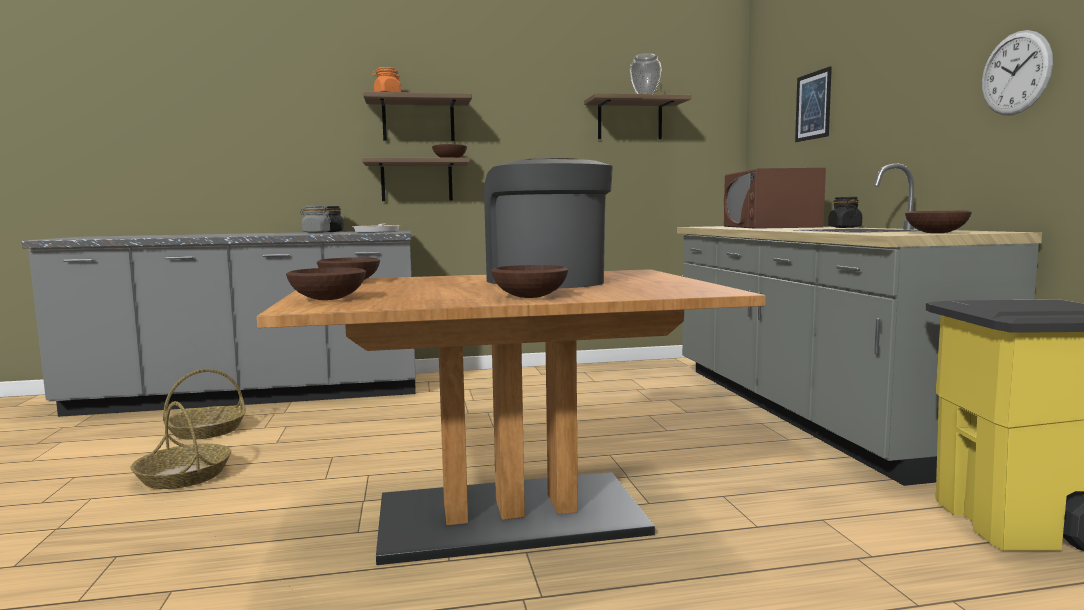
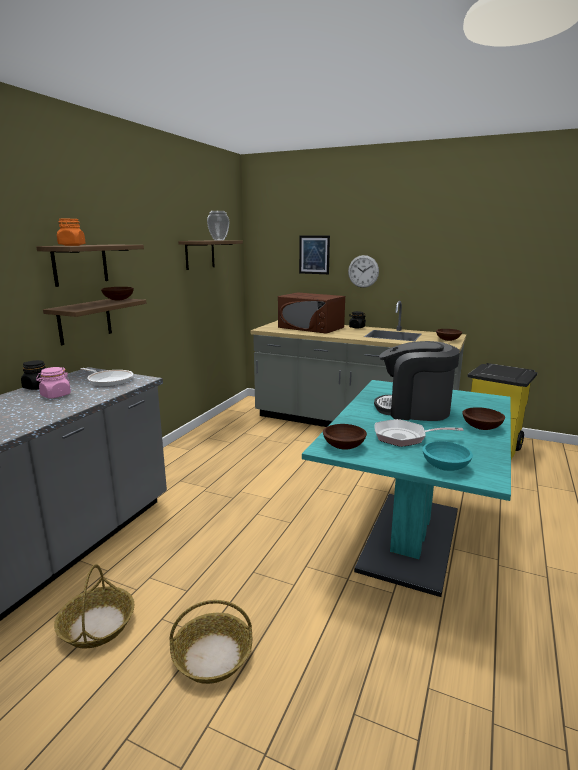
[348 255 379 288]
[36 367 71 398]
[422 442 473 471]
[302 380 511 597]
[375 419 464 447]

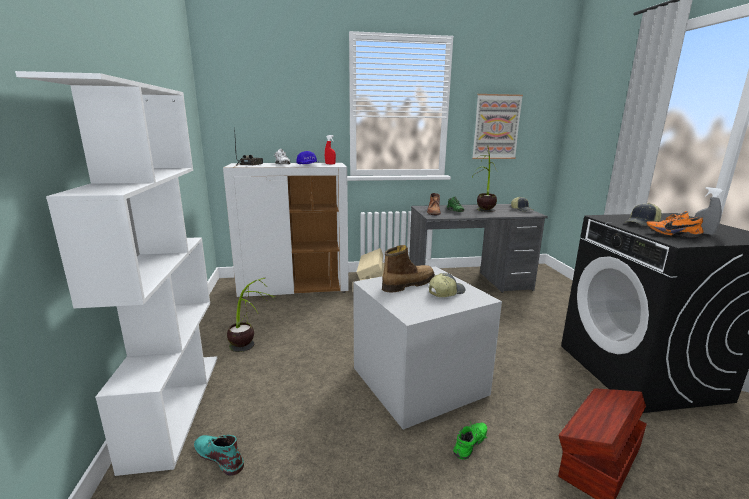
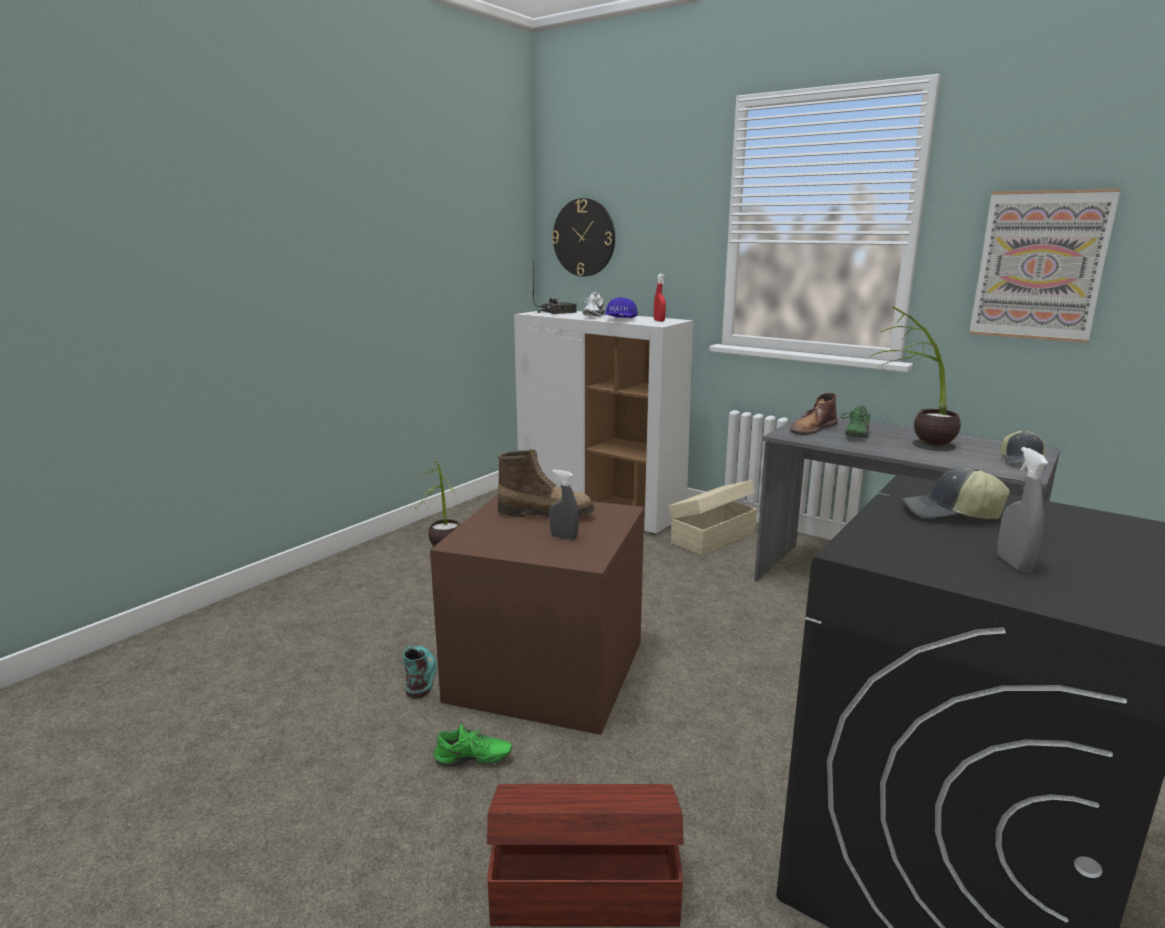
[15 71 217 476] (first image)
[646 211 704 238] (first image)
[430 494 644 735]
[549 470 579 540]
[403 646 437 698]
[552 198 615 277]

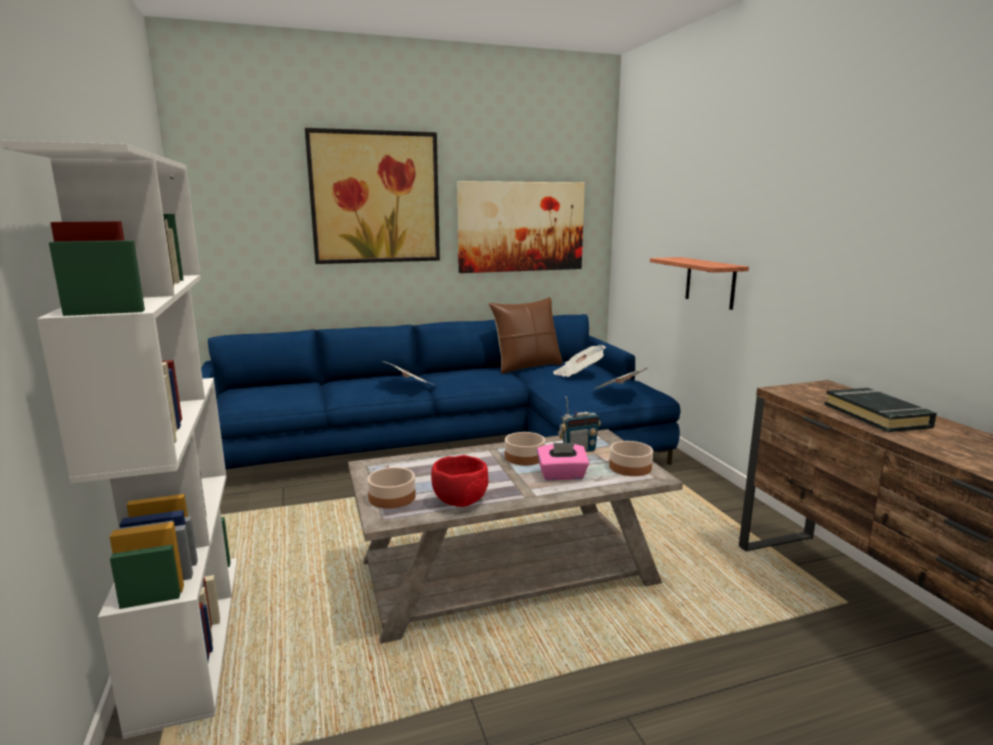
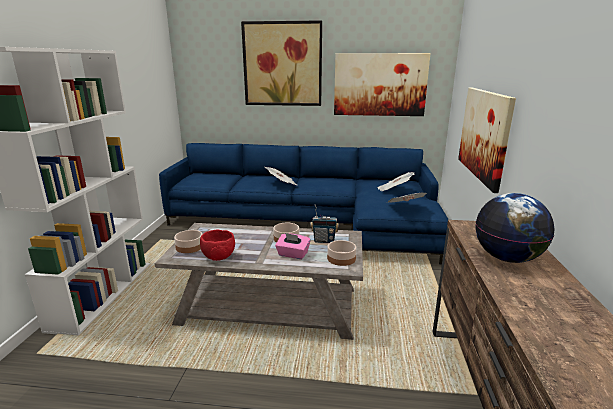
[458 88 516 193]
[489 297 563 374] (first image)
[476 193 554 263]

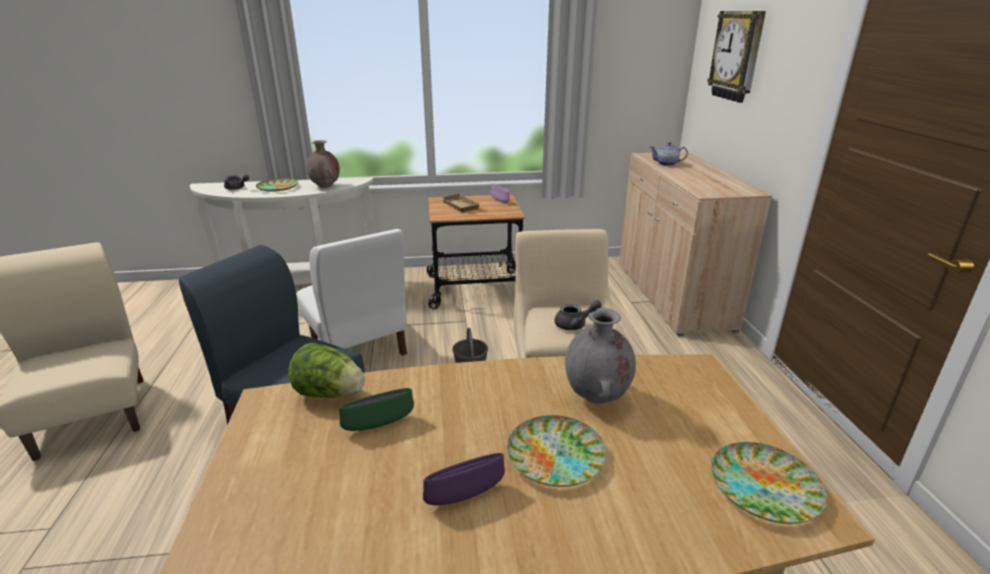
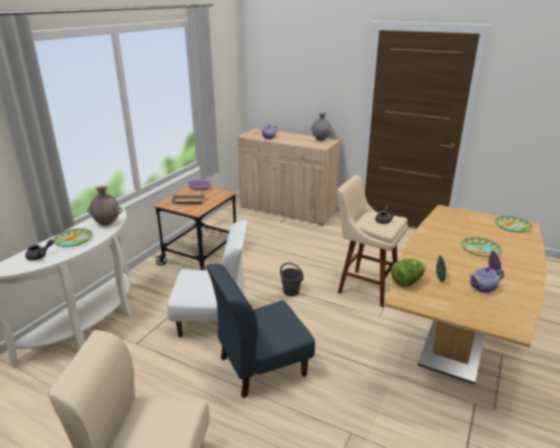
[707 11 766 103] (first image)
[312 113 332 141]
[469 267 504 293]

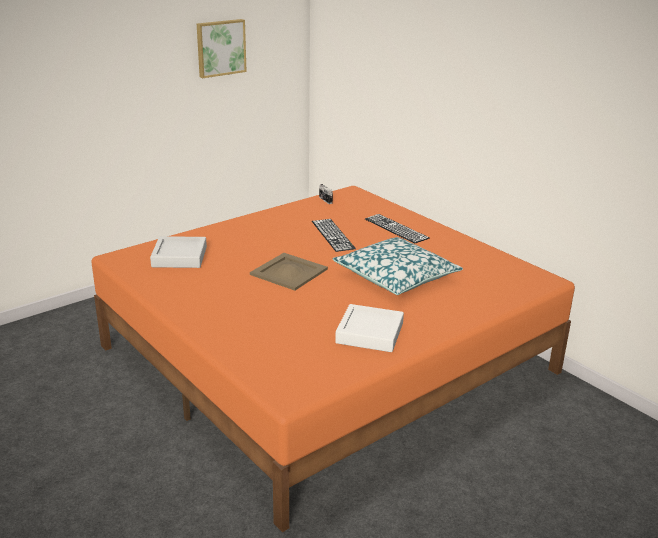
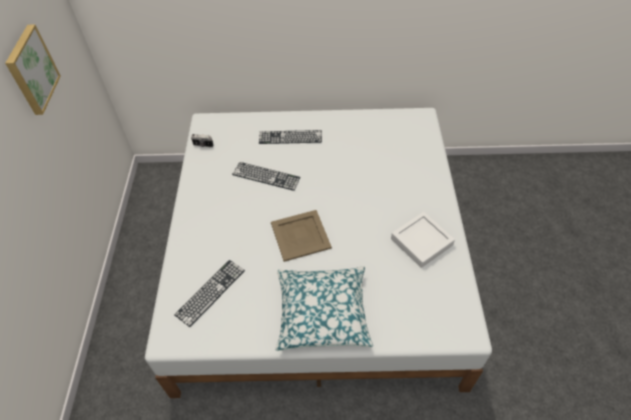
[145 108 492 398]
[174 260 245 327]
[275 266 373 351]

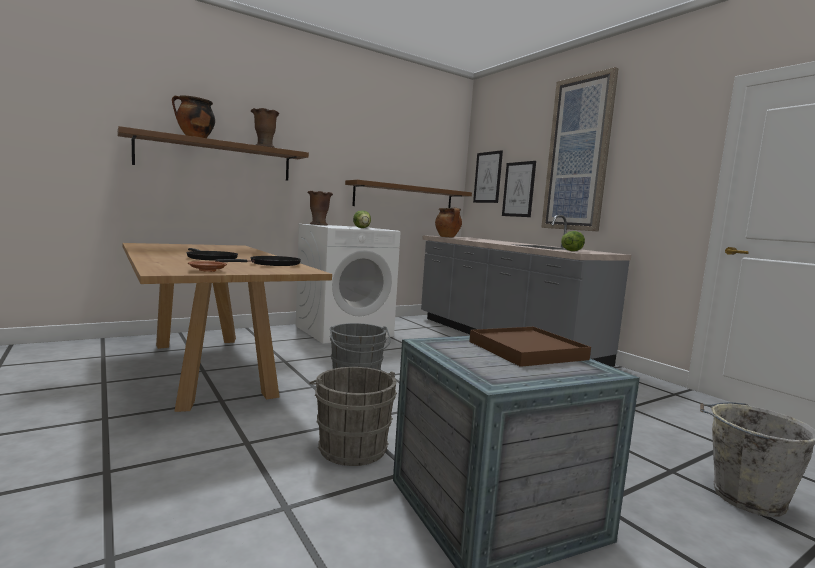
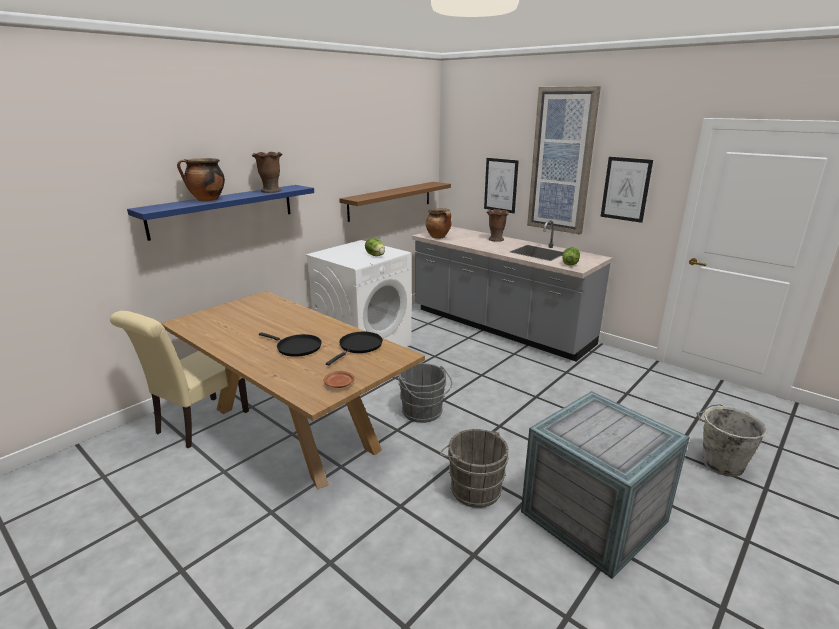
[127 185 314 241]
[601 157 653 223]
[486 209 509 242]
[469 327 591 367] (first image)
[110 311 249 449]

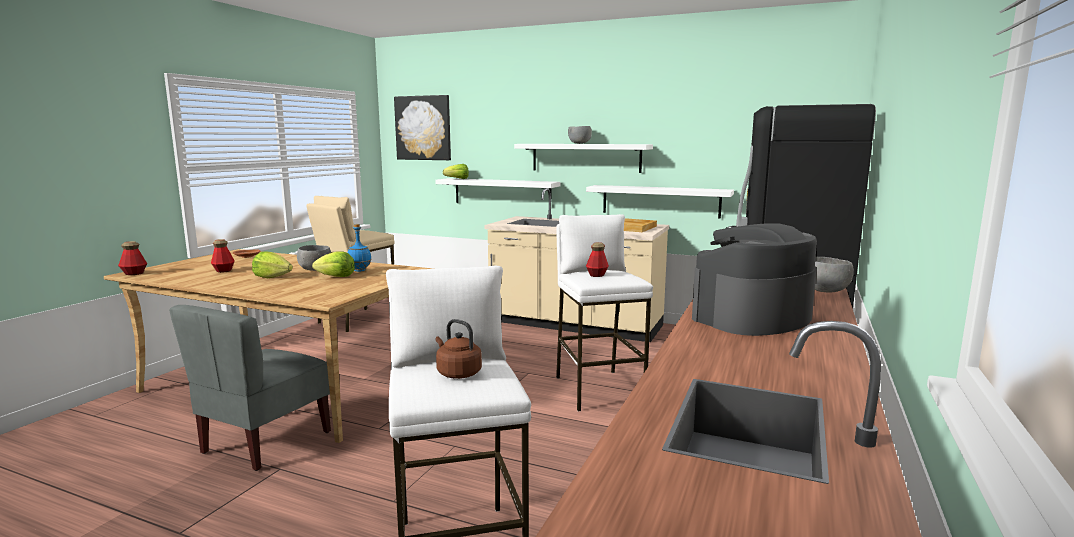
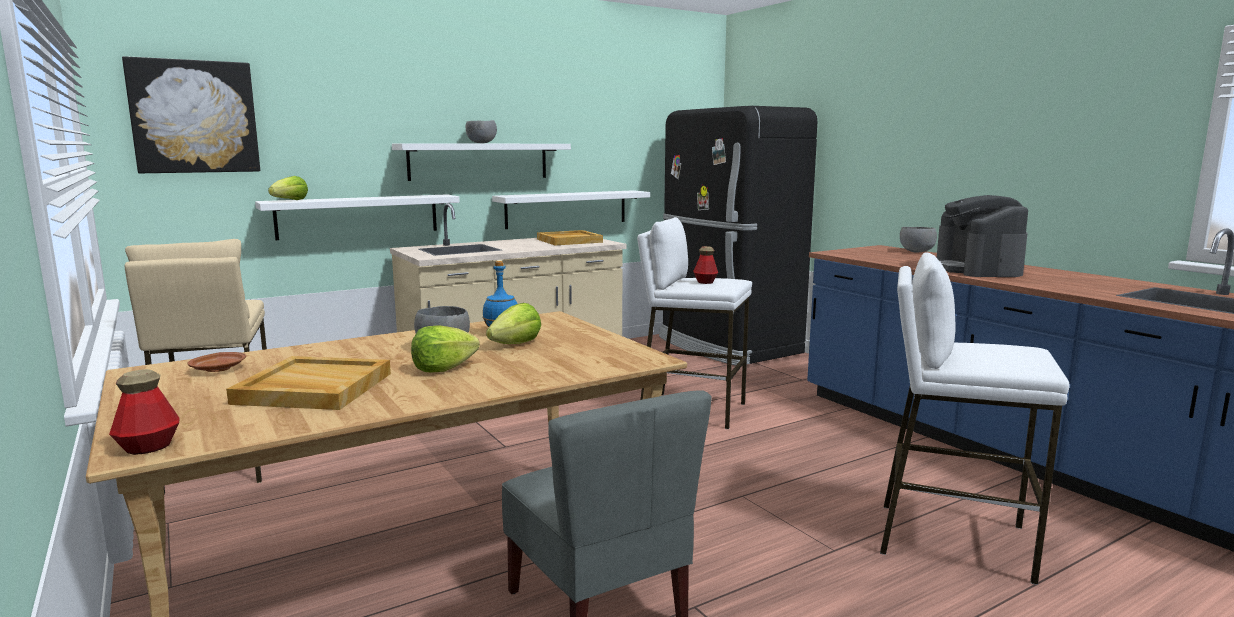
[226 356 391 410]
[436 319 482 379] (first image)

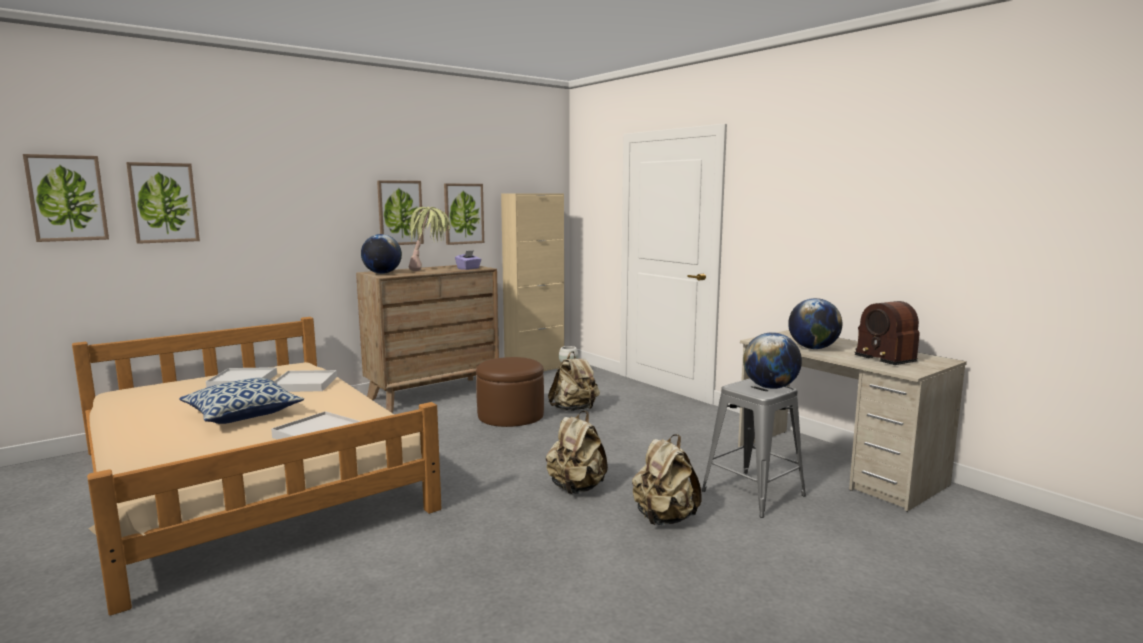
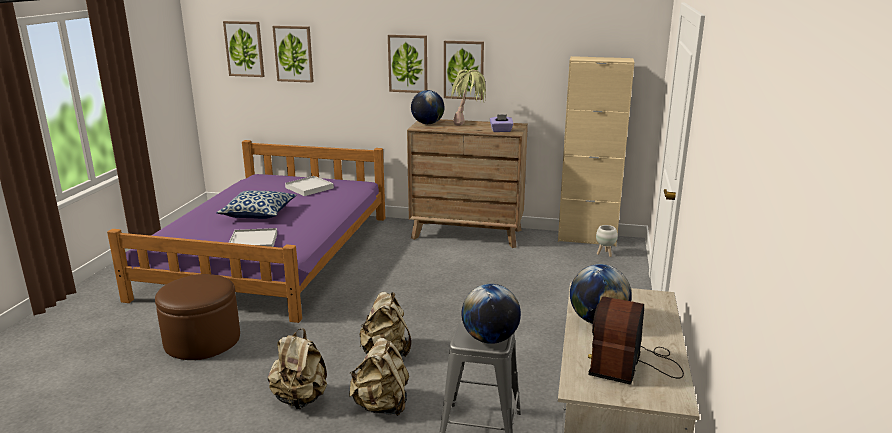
[388 35 427 93]
[107 140 385 323]
[268 328 327 409]
[155 274 240 360]
[274 370 337 392] (first image)

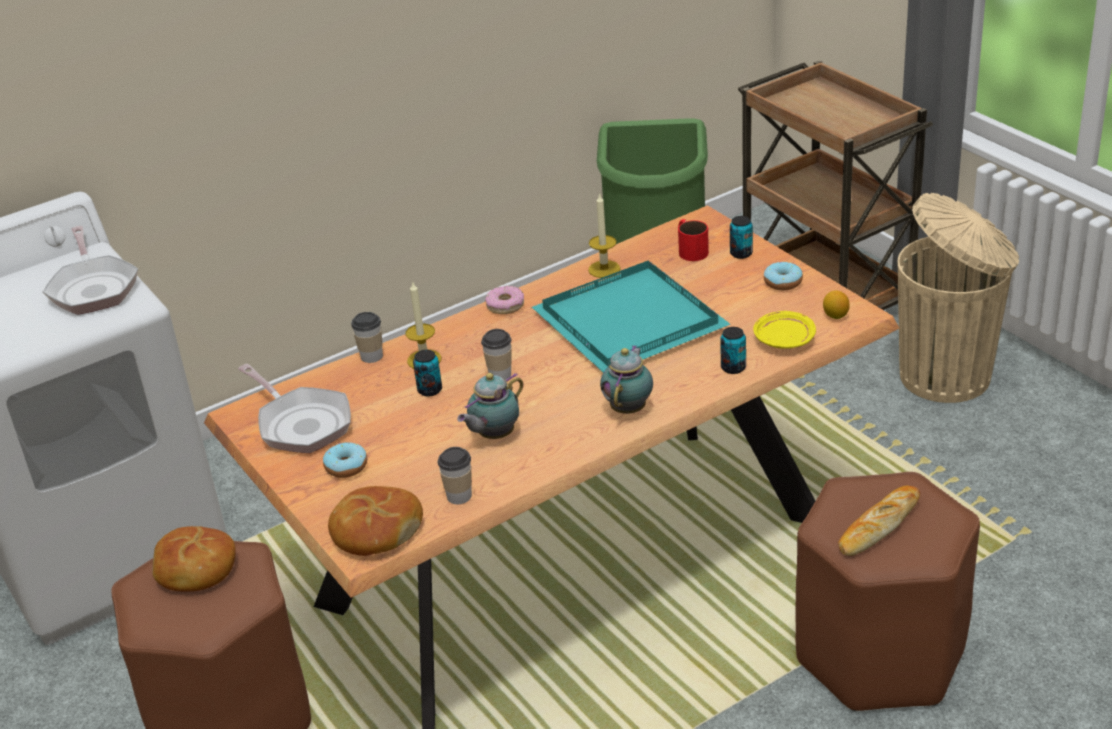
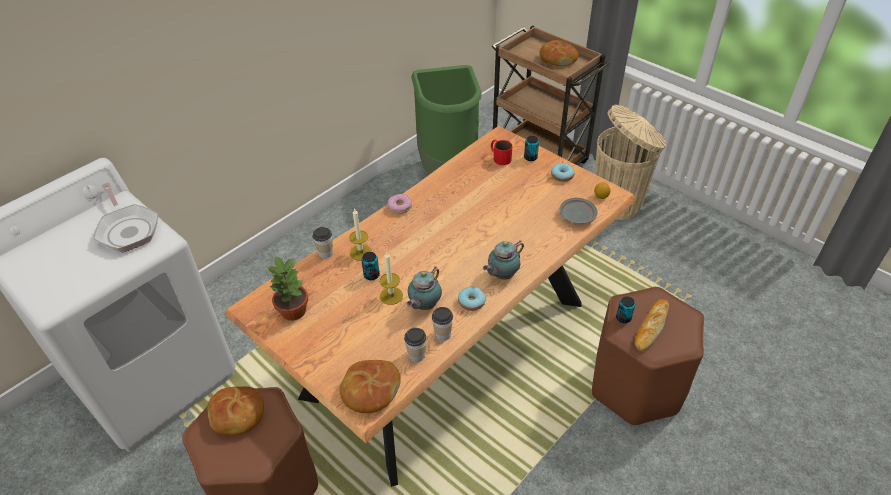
[380 251 403 305]
[532 261 731 373] (first image)
[560 198 597 224]
[616 297 635 323]
[432 307 453 341]
[483 241 524 279]
[266 255 308 321]
[458 287 486 311]
[540 40 579 66]

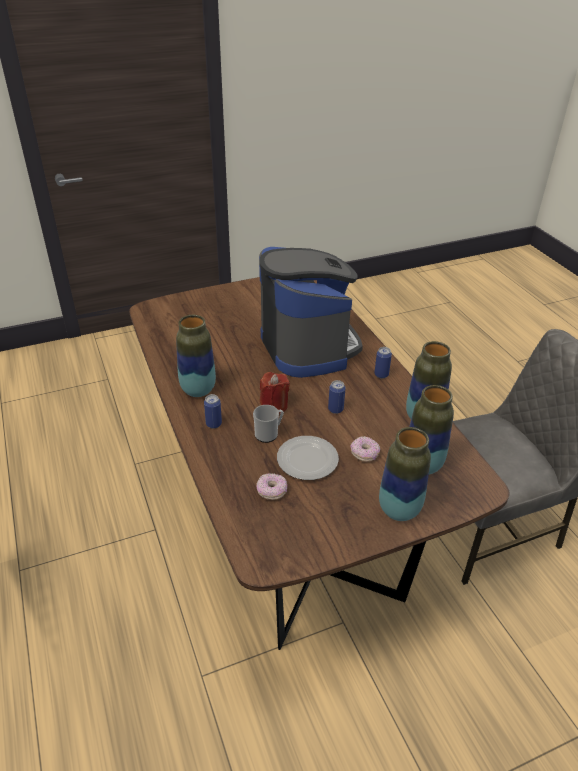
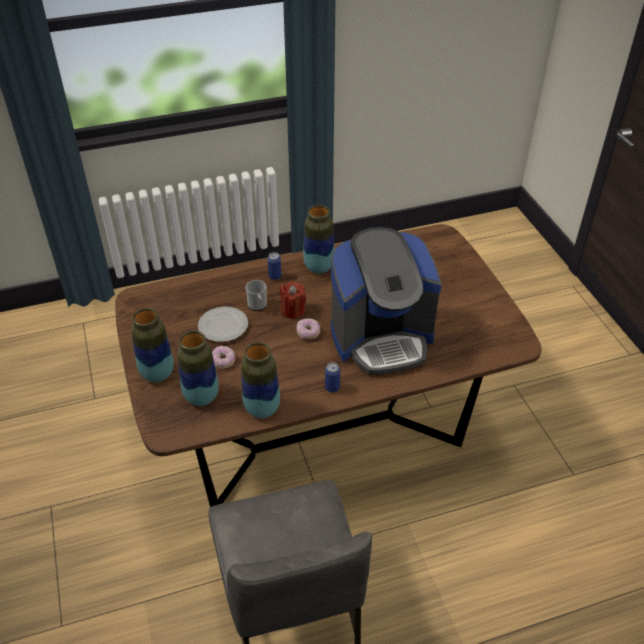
[328 380 345 414] (first image)
[297 318 320 339]

